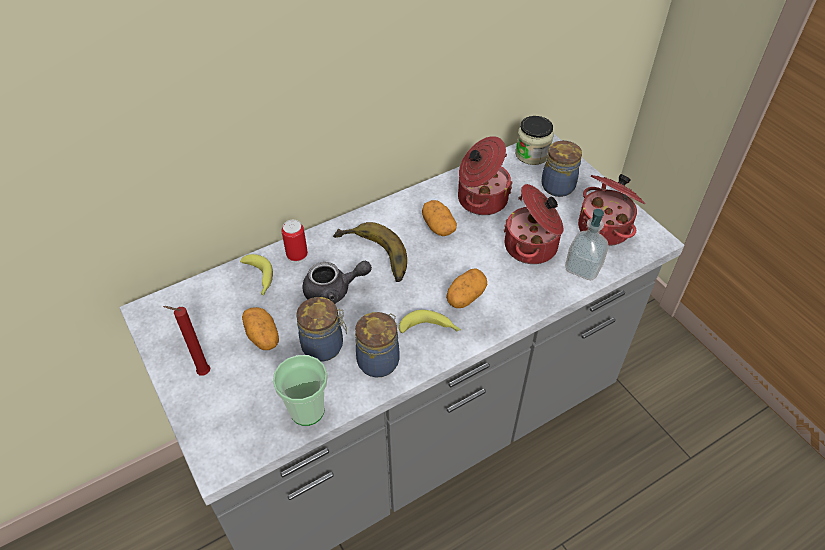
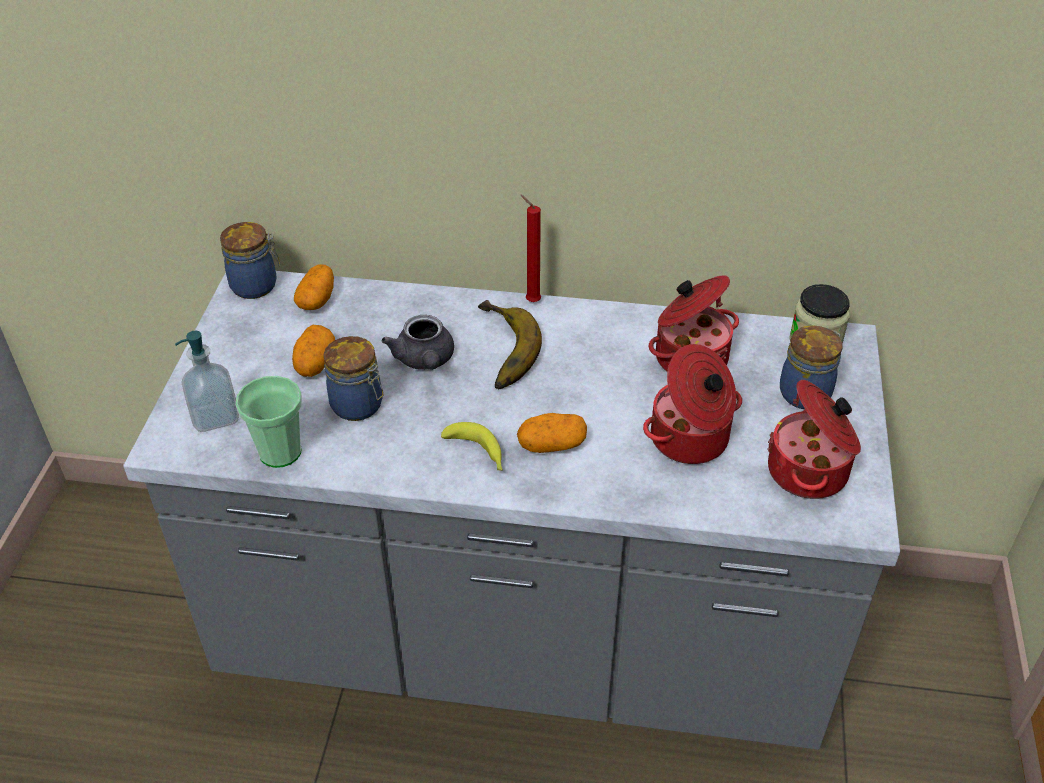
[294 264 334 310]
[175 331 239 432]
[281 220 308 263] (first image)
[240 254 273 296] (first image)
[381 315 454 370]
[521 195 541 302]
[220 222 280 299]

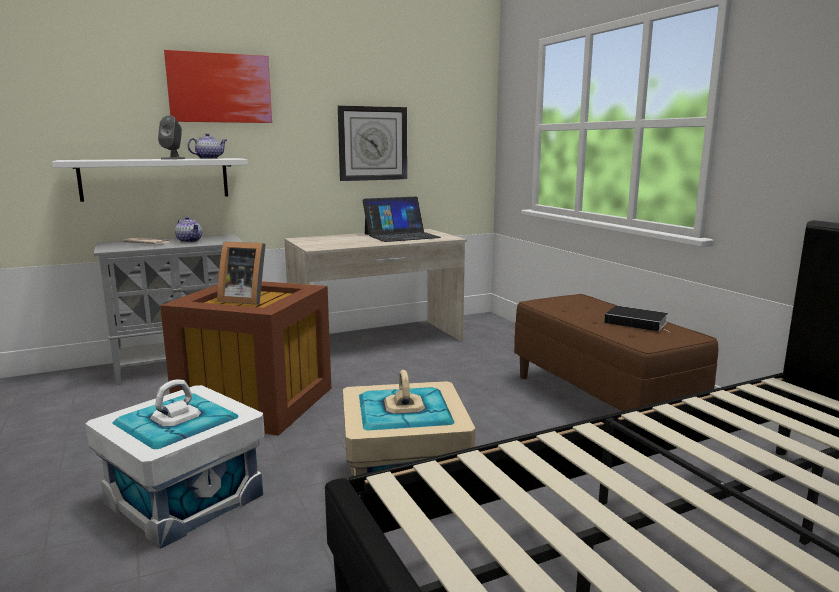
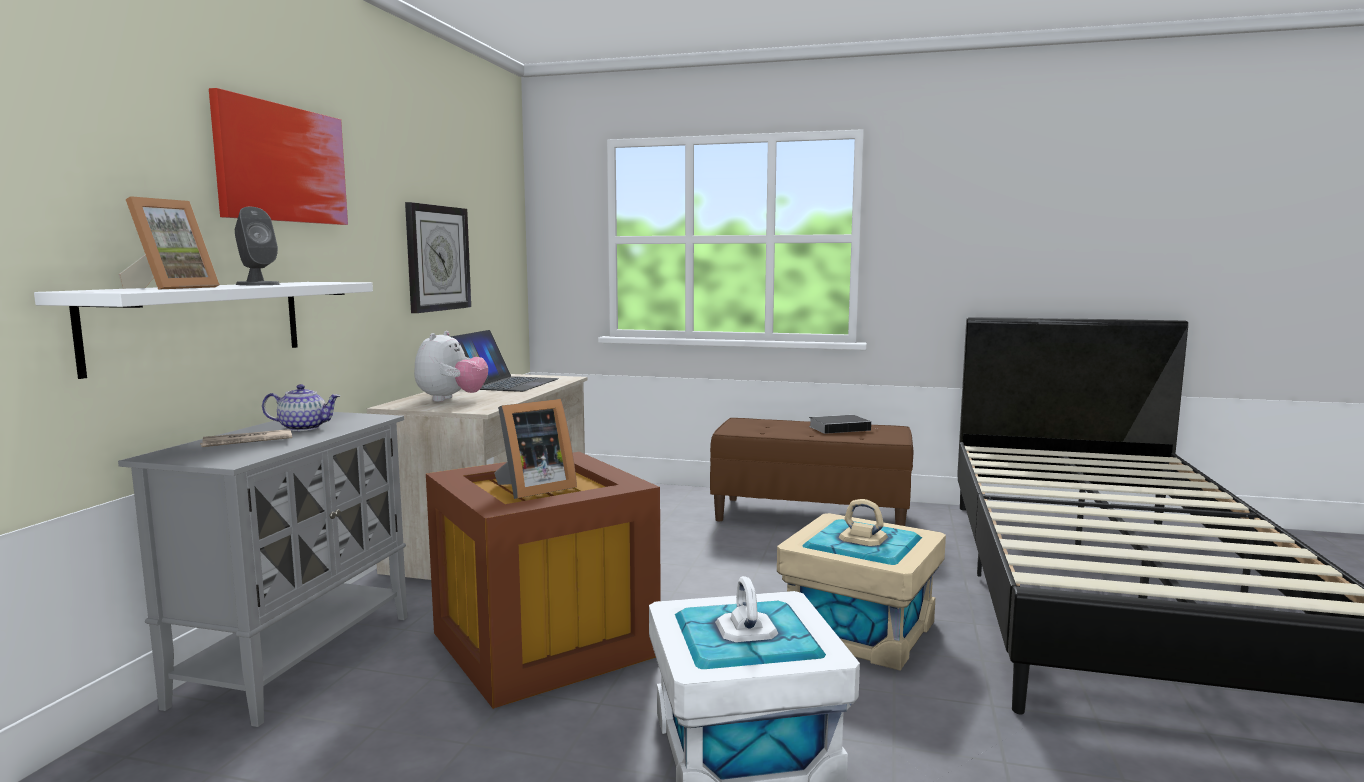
[187 133 227 159] (first image)
[119 196 220 290]
[414 331 488 402]

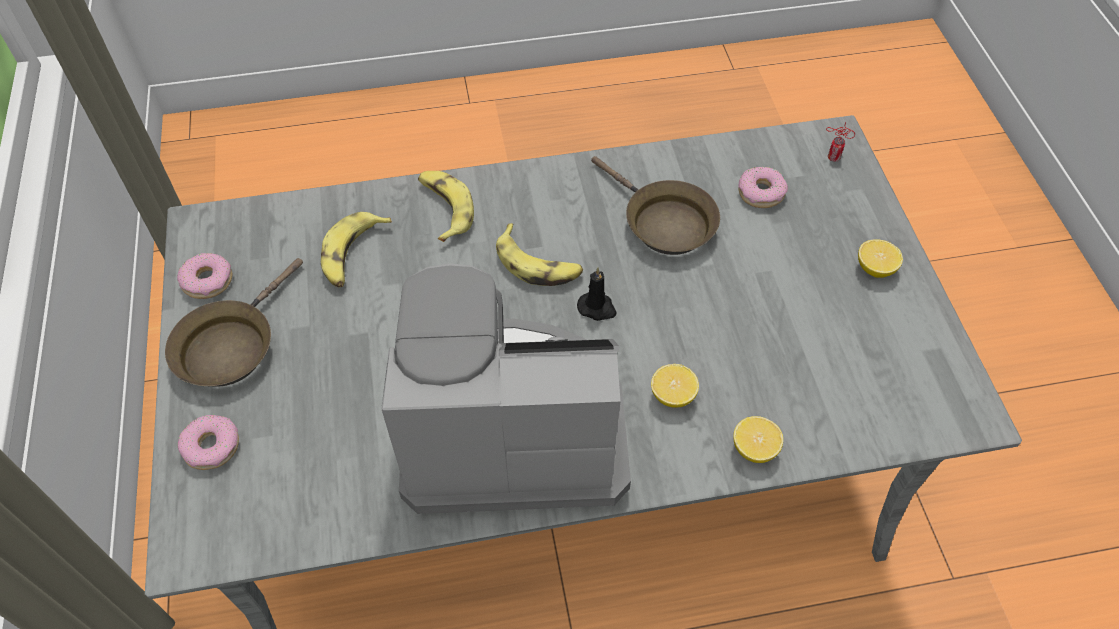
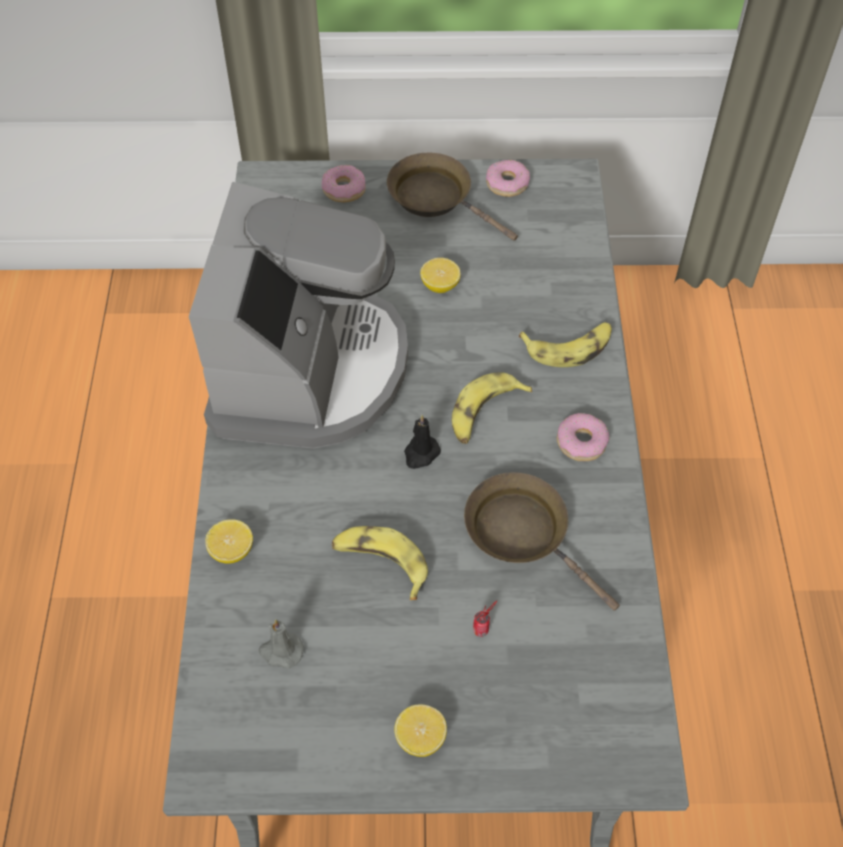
[473 601 497 637]
[464 472 620 611]
[556 413 610 461]
[332 526 428 600]
[420 258 461 293]
[258 619 304 668]

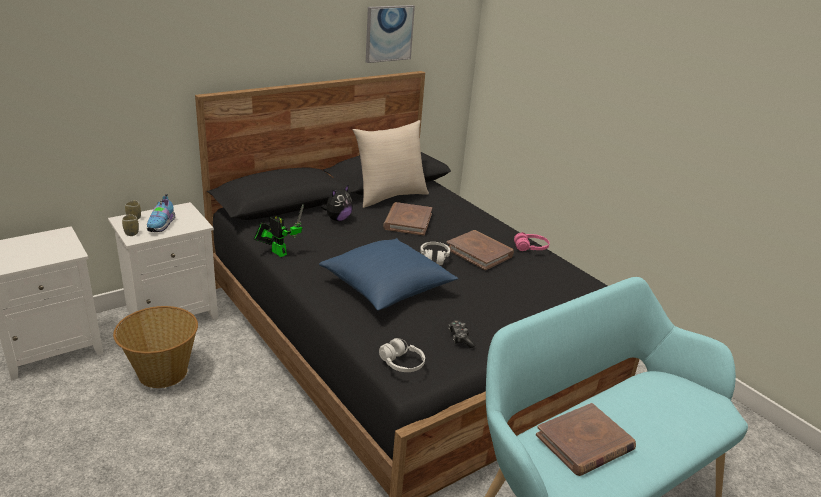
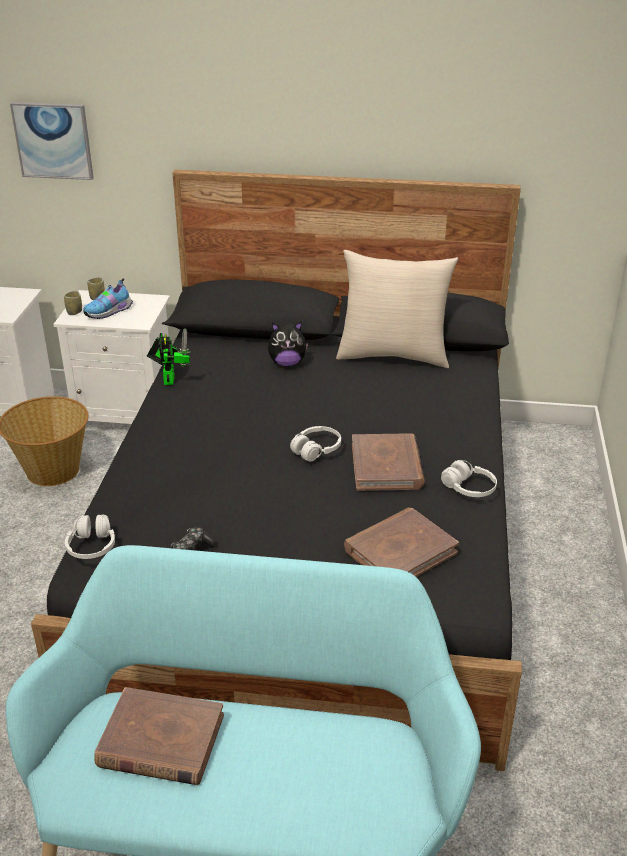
[10 102 94 180]
[344 508 459 577]
[441 460 497 497]
[319 238 458 311] (first image)

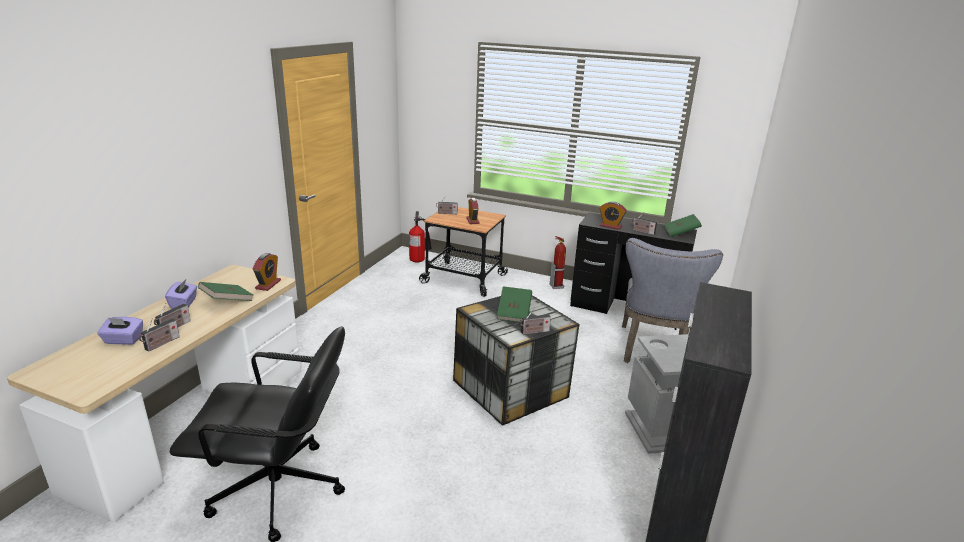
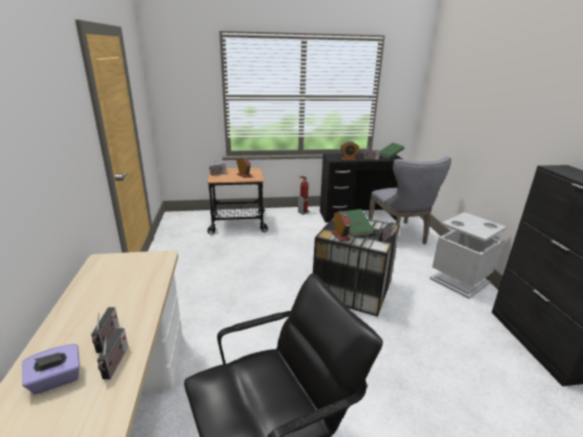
[409 211 432 263] (first image)
[332 211 351 241]
[165 280 197 309] (first image)
[198 282 253 301] (first image)

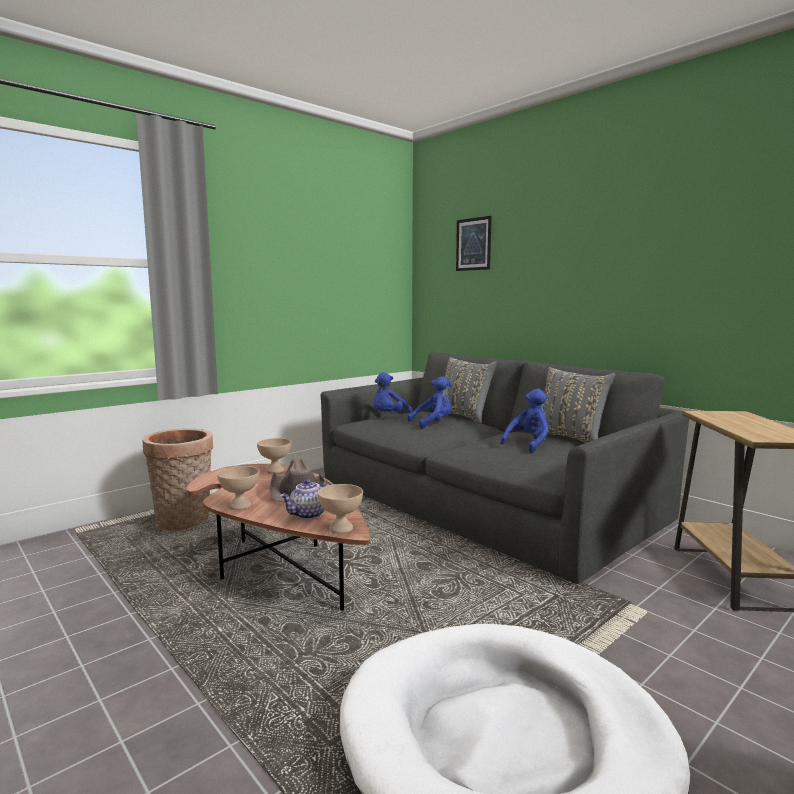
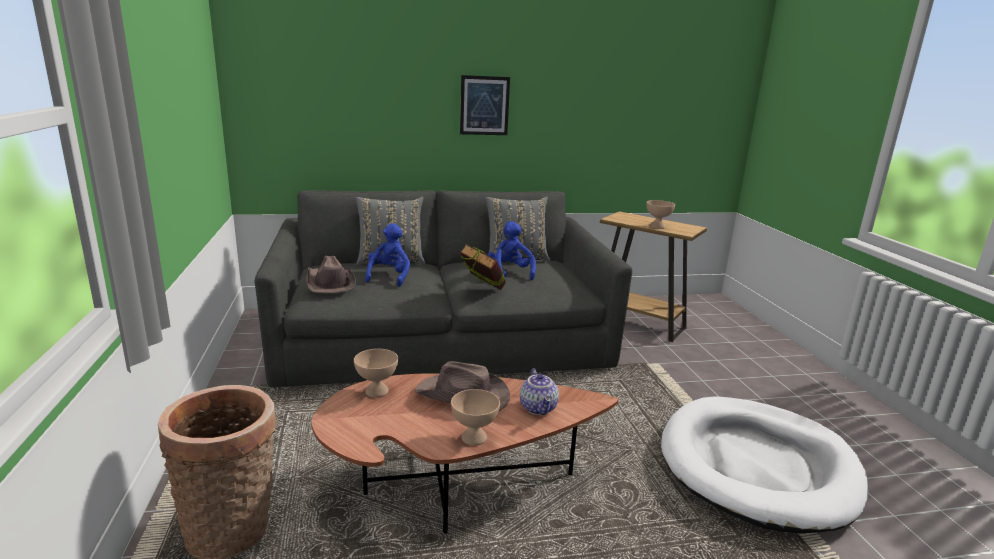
[460 75 510 135]
[307 256 356 293]
[647 200 675 229]
[460 244 506 290]

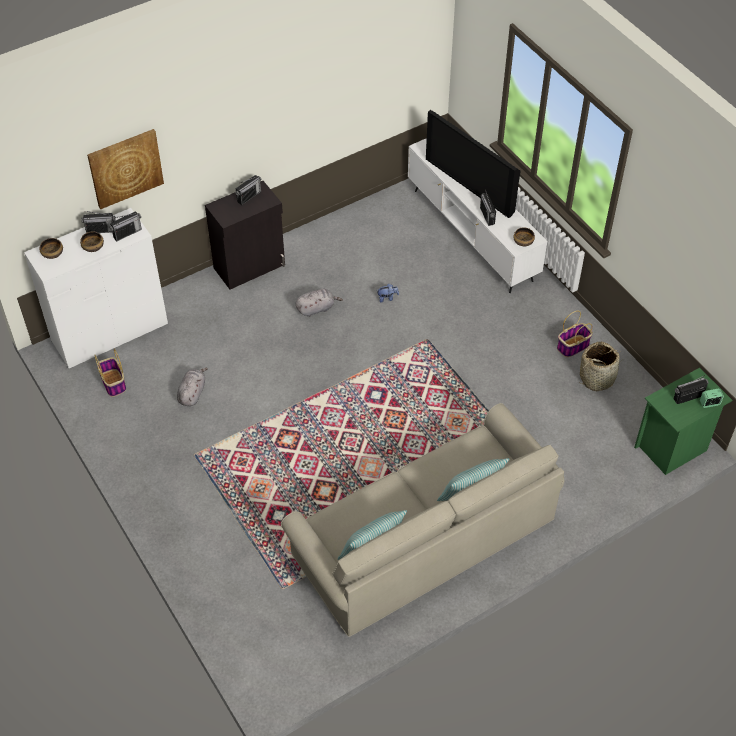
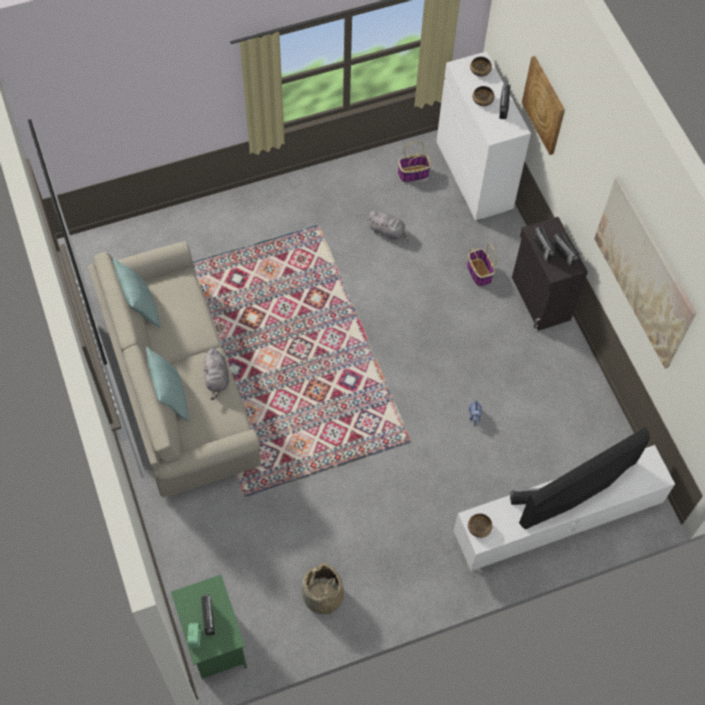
[533 225 556 262]
[204 348 229 400]
[467 243 497 287]
[594 177 697 369]

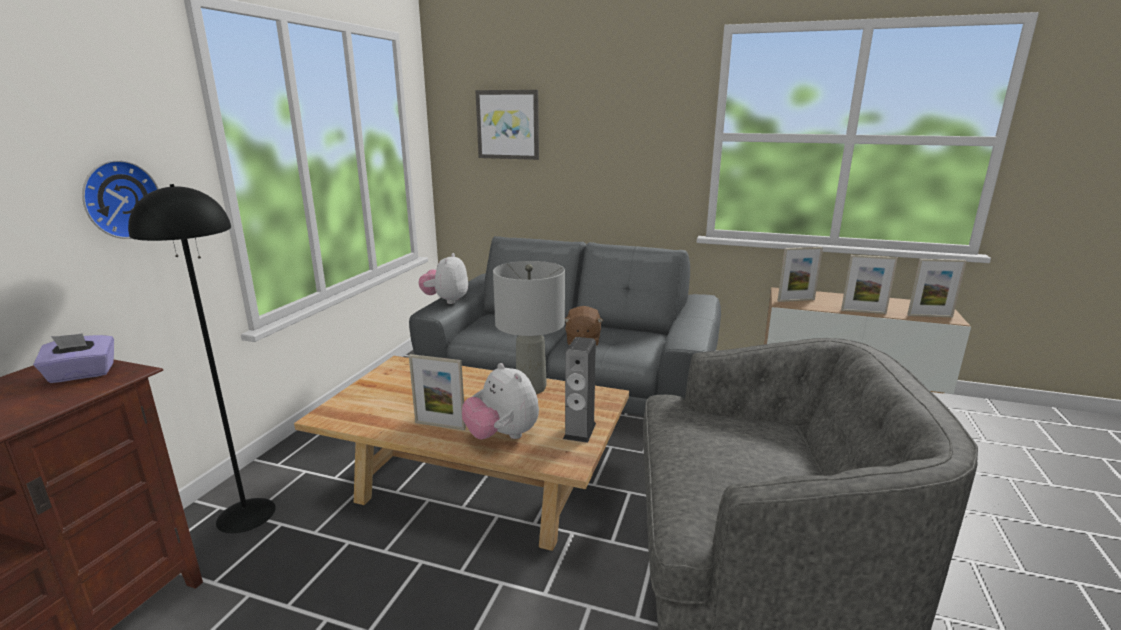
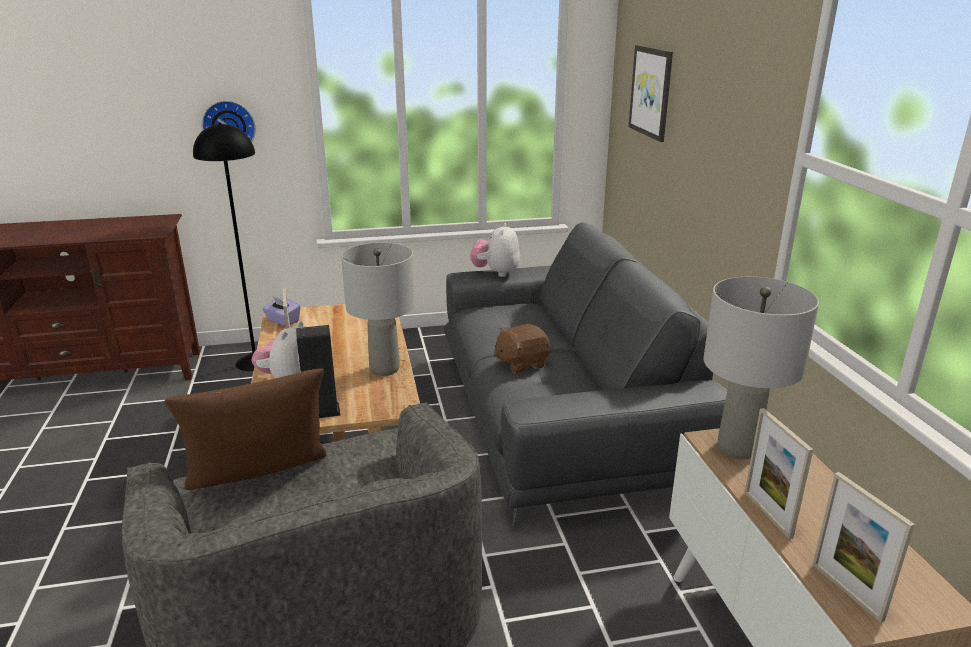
[703 277 819 459]
[470 223 520 277]
[263 297 301 326]
[165 368 326 490]

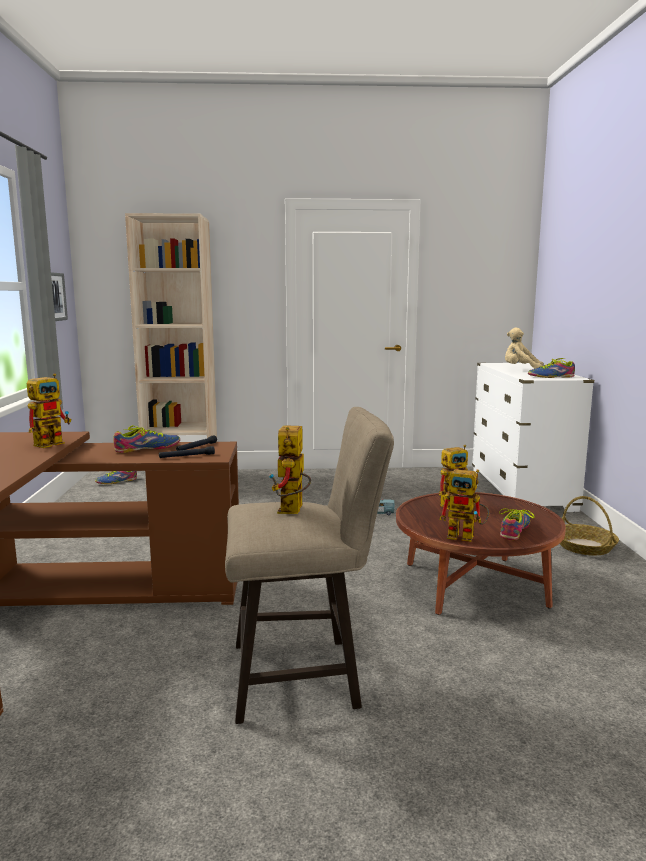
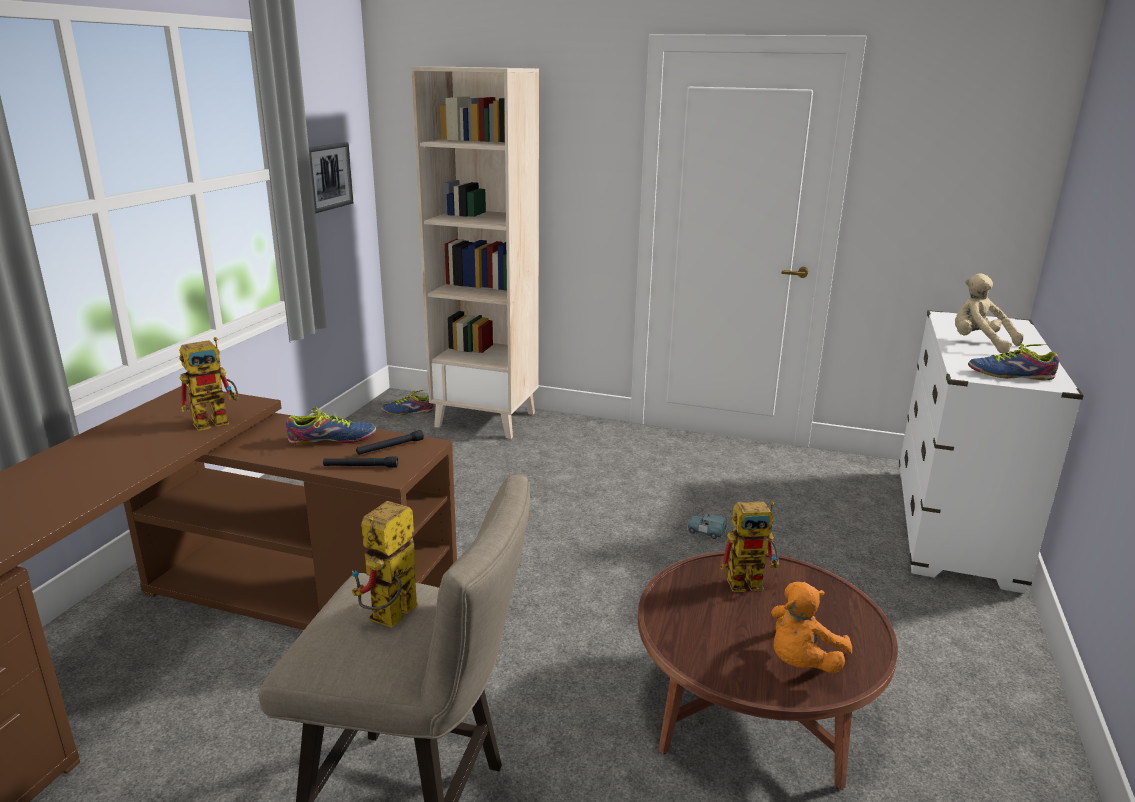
[439 469 489 542] (first image)
[560 496 619 556] (first image)
[771 582 852 673]

